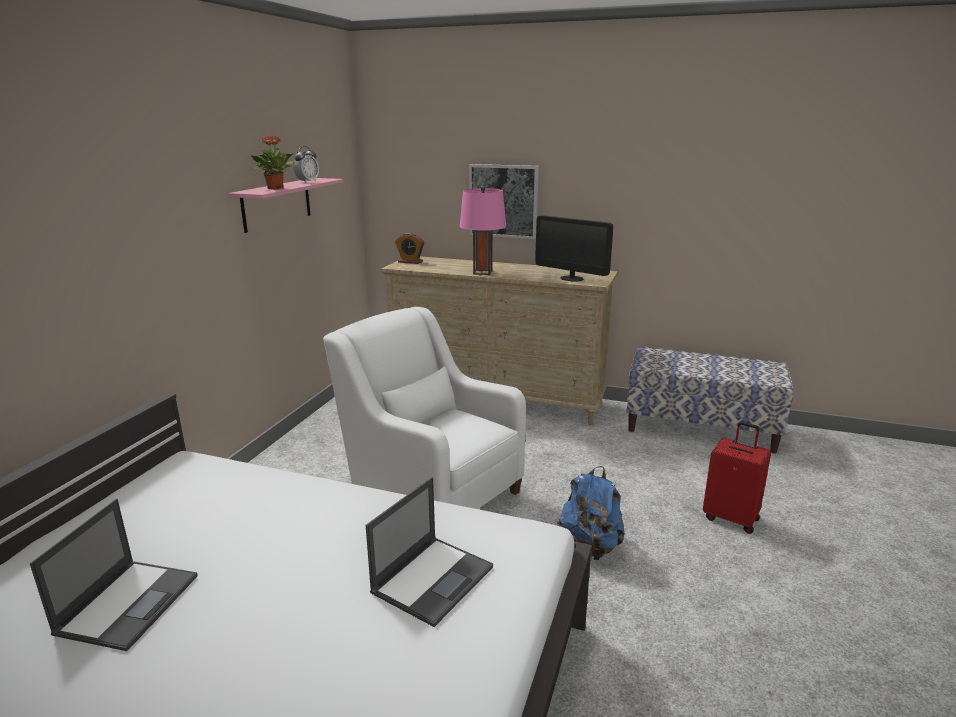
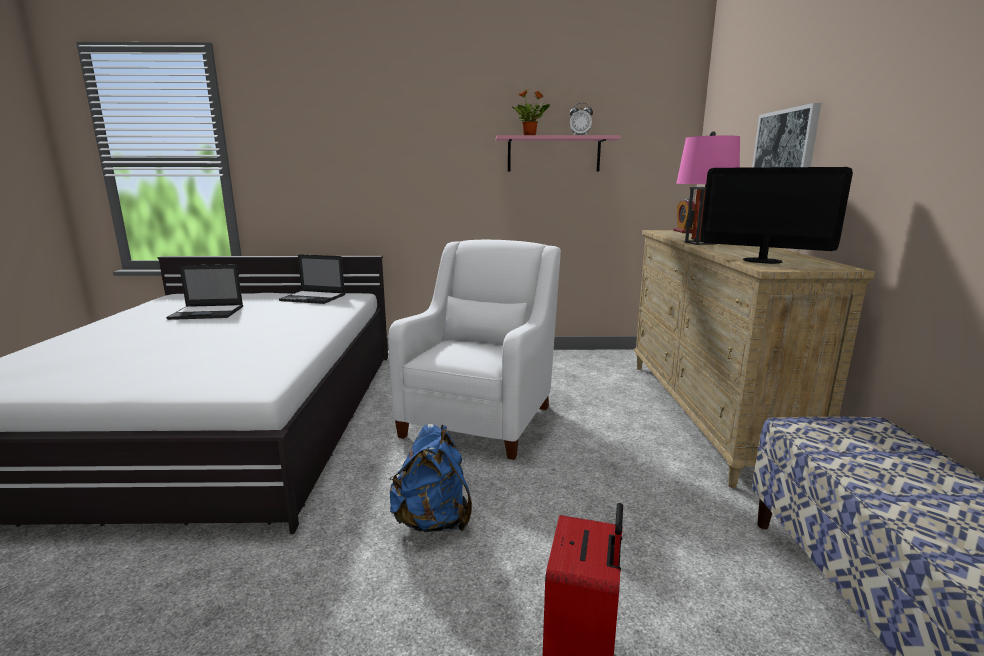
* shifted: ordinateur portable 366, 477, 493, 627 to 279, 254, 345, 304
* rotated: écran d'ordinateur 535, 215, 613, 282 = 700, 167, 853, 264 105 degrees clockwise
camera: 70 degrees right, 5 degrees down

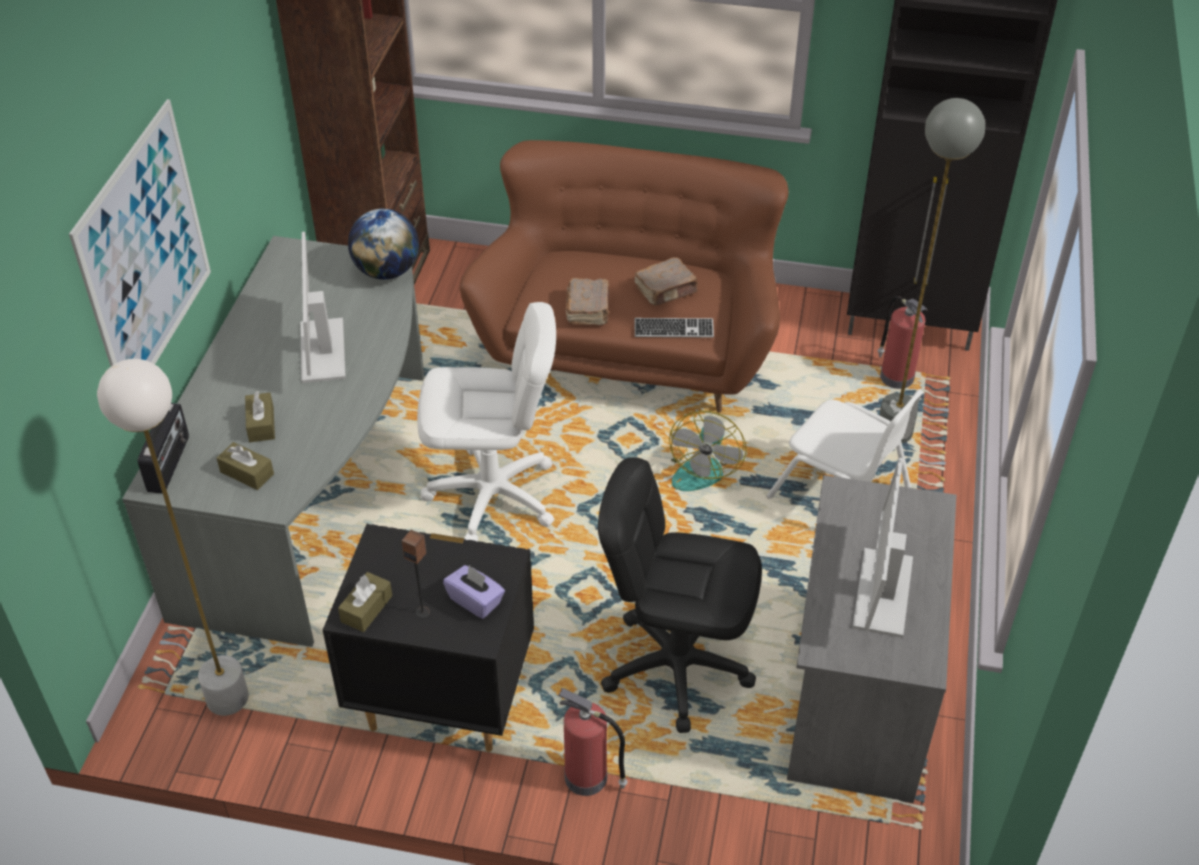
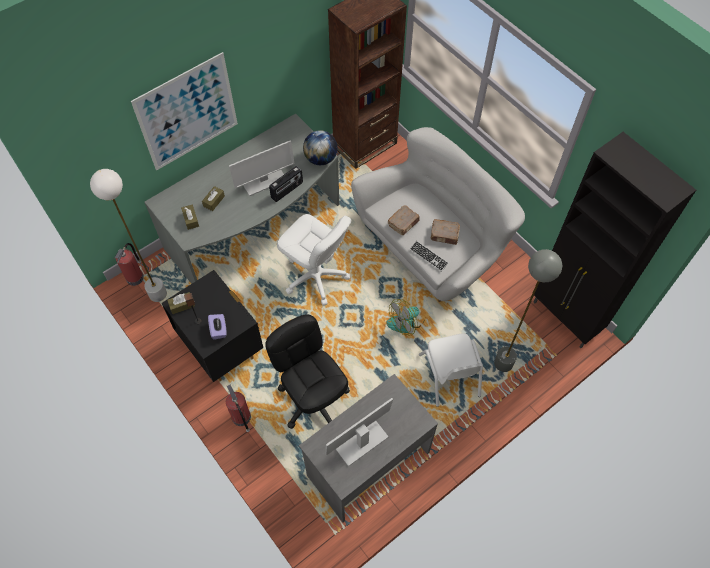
* shifted: extincteur 878, 296, 928, 389 to 114, 243, 144, 286
* rotated: écran d'ordinateur 301, 232, 346, 383 = 229, 140, 295, 196 150 degrees counterclockwise
* shifted: radio 138, 403, 189, 493 to 269, 166, 303, 202
* repainted: canapé/marron 460, 140, 788, 413 to canapé/blanc 351, 127, 525, 302
camera: 40 degrees right, 15 degrees up

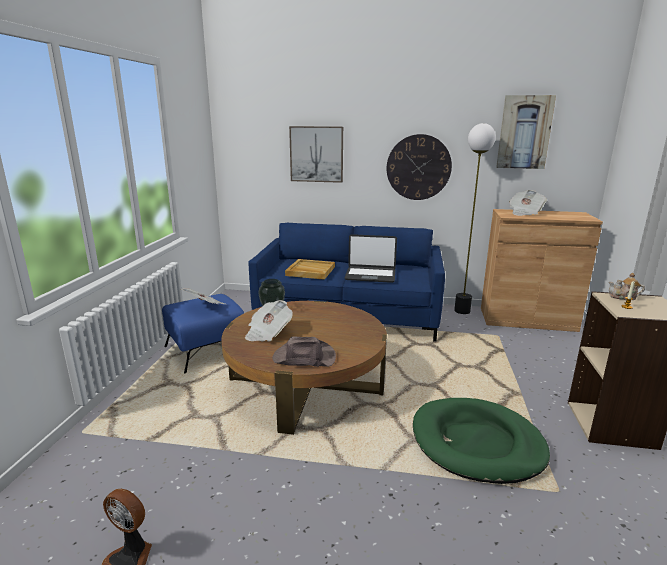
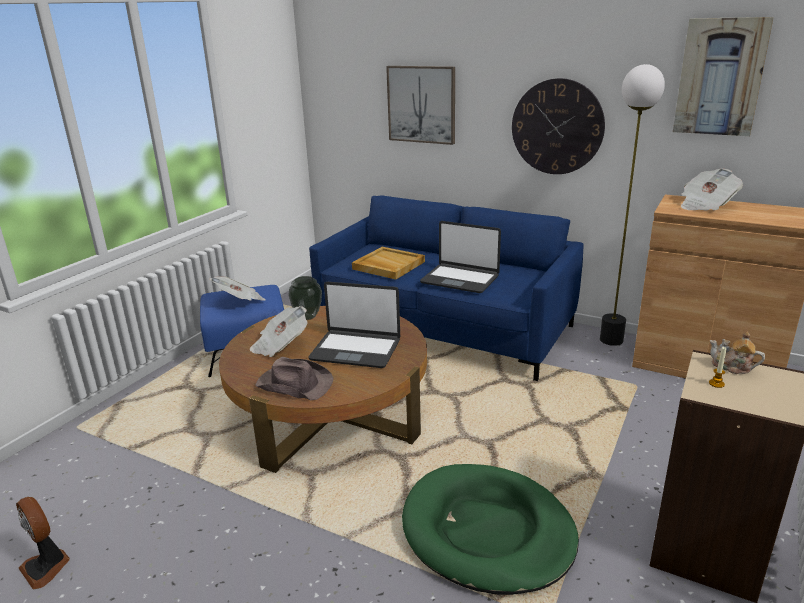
* new: ordinateur portable 309, 282, 400, 368
camera: 20 degrees right, 5 degrees up

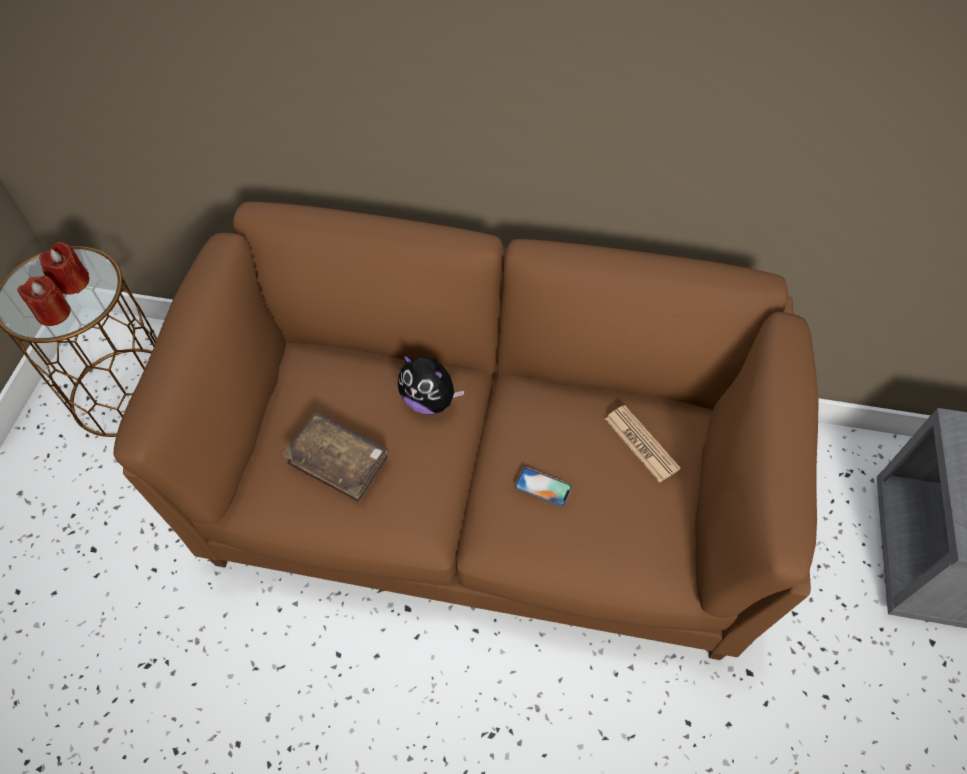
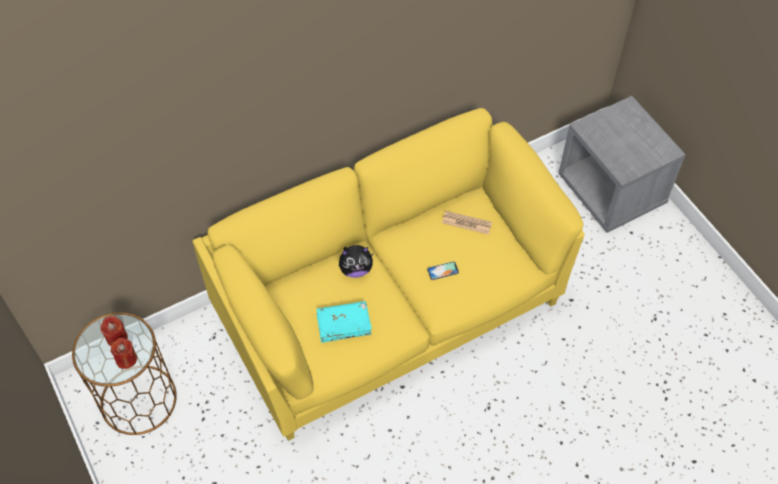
* repainted: canapé/marron 114, 202, 819, 660 to canapé/jaune 193, 108, 584, 441
* repainted: livre/marron 283, 412, 389, 503 to livre/turquoise 317, 301, 372, 343
camera: 40 degrees left, 0 degrees up

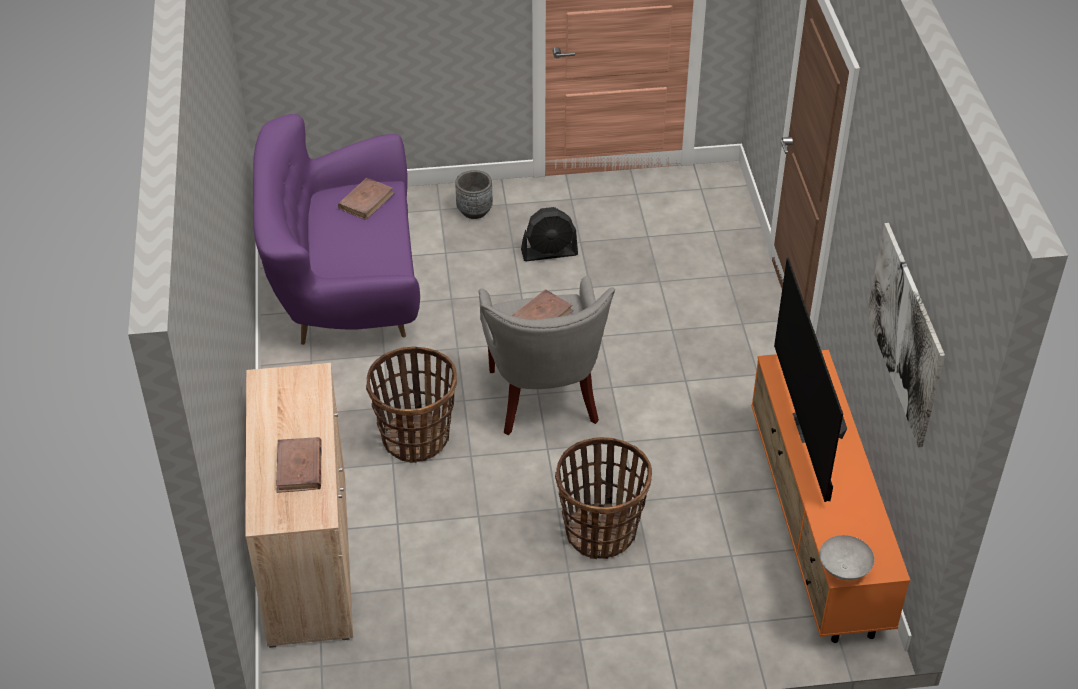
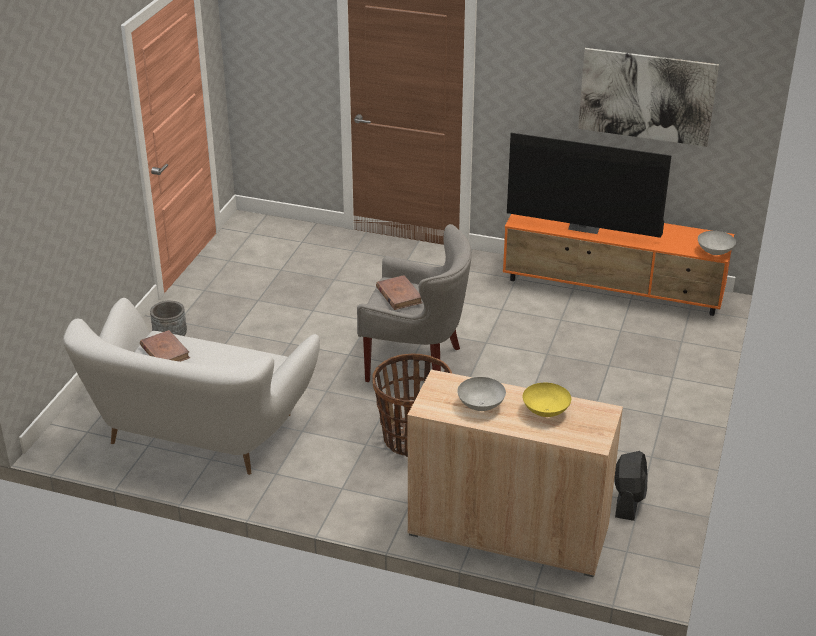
* repainted: canapé/violet 253, 114, 420, 345 to canapé/blanc 63, 298, 320, 475
* new: bol/gris 457, 377, 506, 411
* swapped: livre/marron 276, 437, 322, 493 to bol/jaune 523, 383, 571, 417
* shifted: ventilateur/noir 521, 207, 578, 261 to 614, 451, 648, 521
* gone: panier 555, 437, 652, 559
camera: 65 degrees left, 10 degrees down

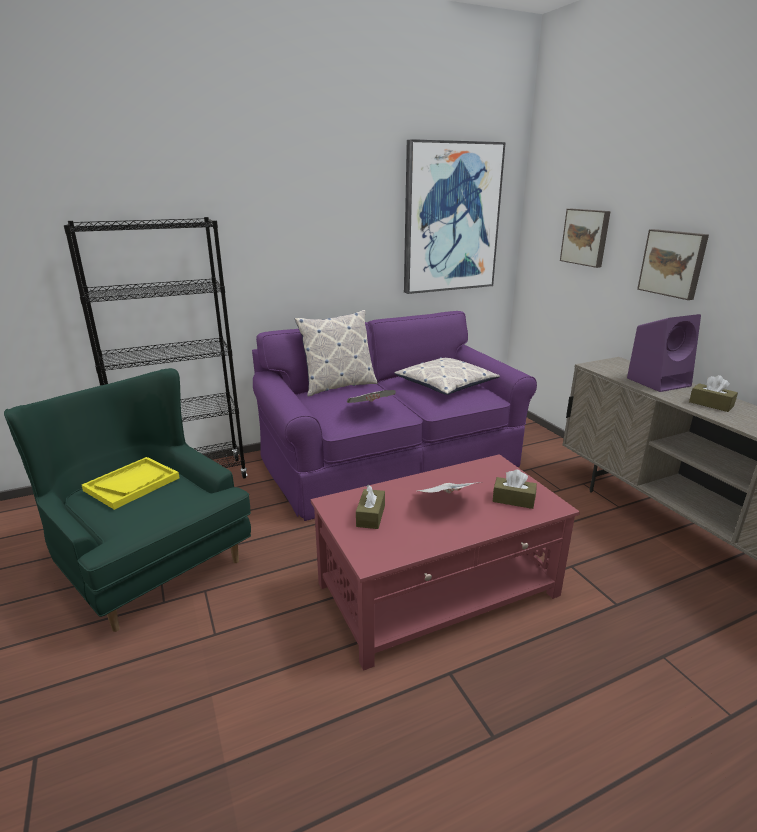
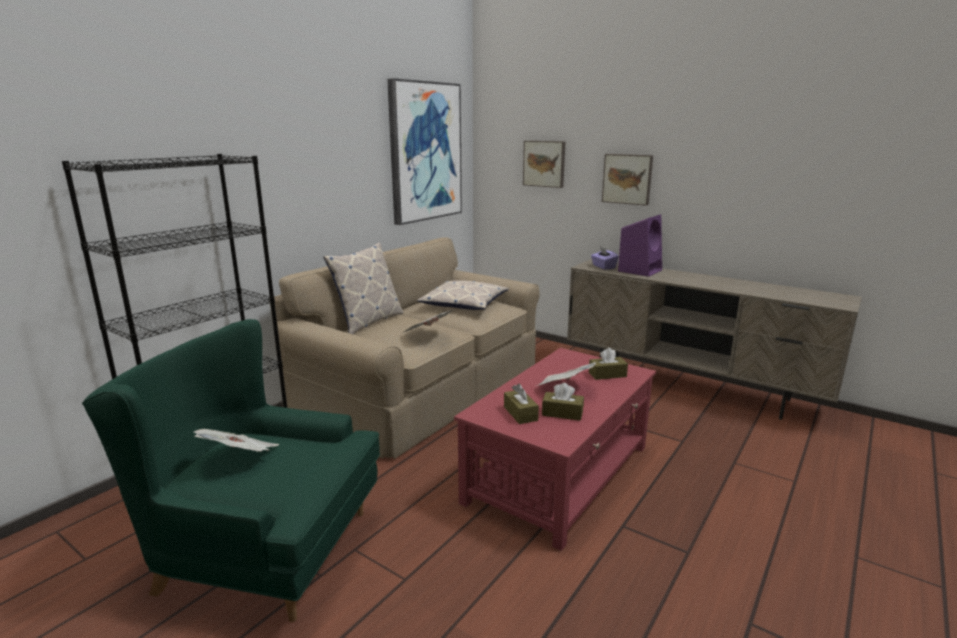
* swapped: plateau/jaune 82, 457, 180, 510 to journal 193, 429, 279, 452
* repainted: canapé/violet 252, 311, 537, 521 to canapé/beige 269, 237, 540, 459
* shifted: boîte à mouchoirs/marron 689, 375, 738, 412 to 542, 383, 584, 421
* new: boîte à mouchoirs/violet 591, 247, 619, 270
camera: 30 degrees left, 5 degrees down

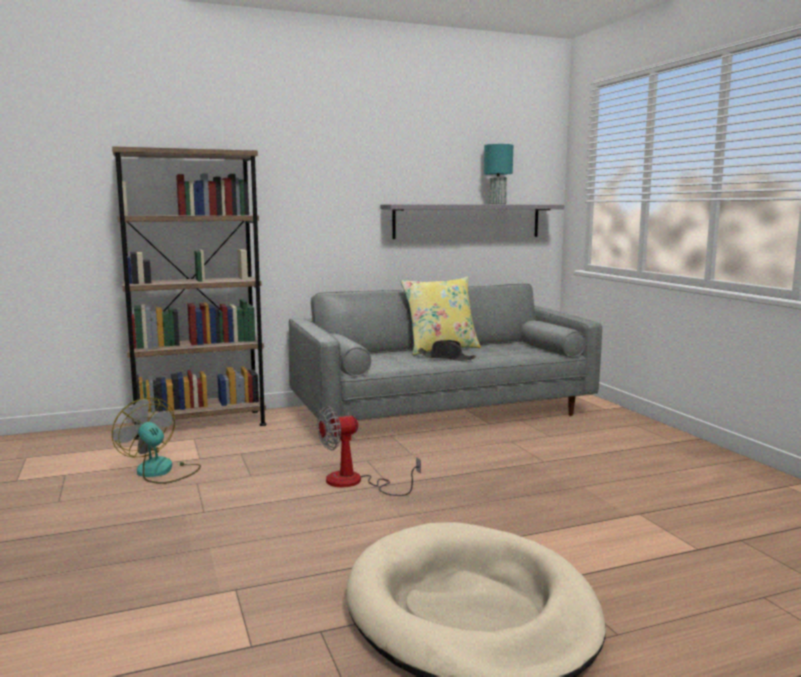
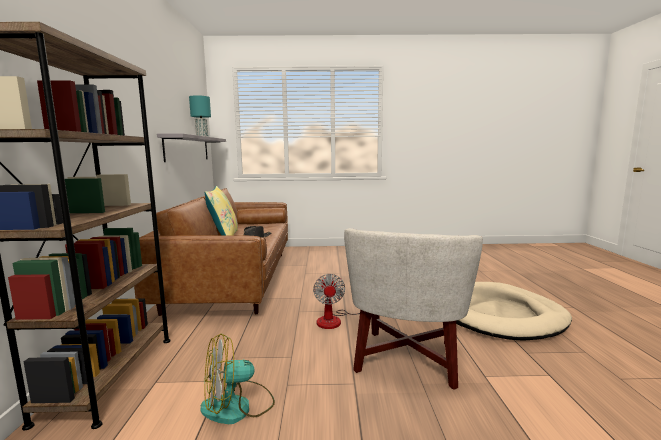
* repainted: canapé/gris 289, 283, 602, 424 to canapé/marron 134, 188, 288, 316
* new: fauteuil/blanc 344, 228, 483, 390
camera: 70 degrees left, 0 degrees up

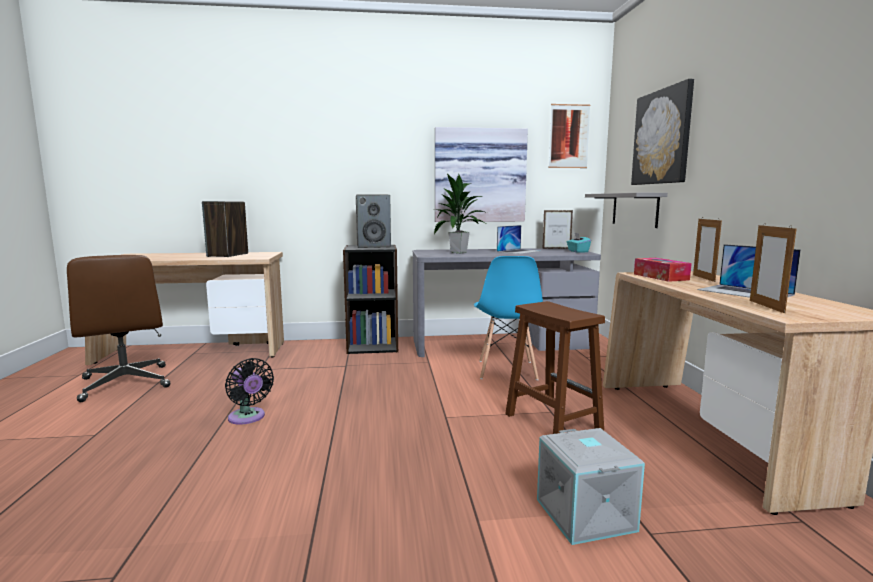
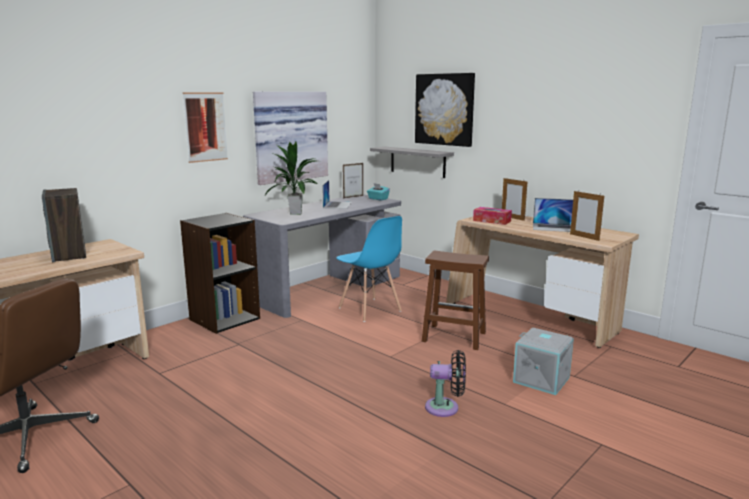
* shifted: tableau 549, 104, 590, 168 to 183, 93, 228, 163
* shifted: ventilateur/noir 225, 358, 274, 425 to 425, 350, 466, 417
* gone: enceinte 356, 195, 391, 248
camera: 40 degrees left, 5 degrees up

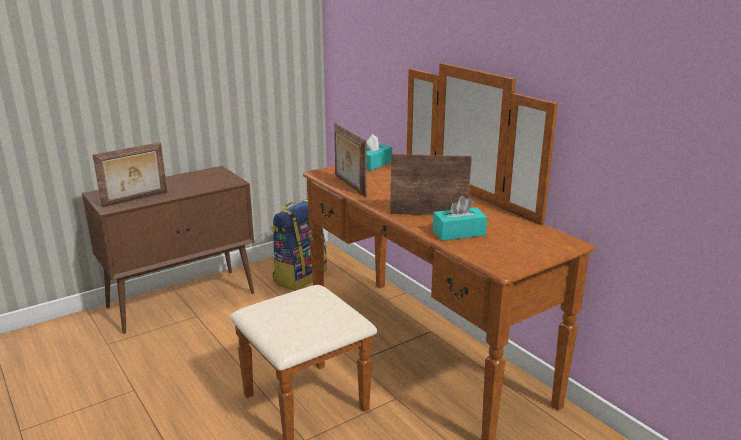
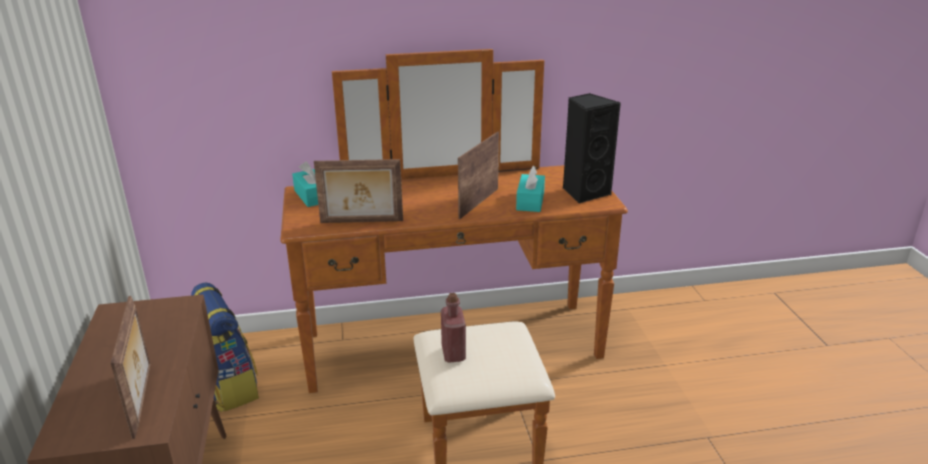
* new: bouteille/rouge 441, 293, 466, 363
* new: enceinte/noir 563, 93, 621, 204
camera: 65 degrees left, 5 degrees up

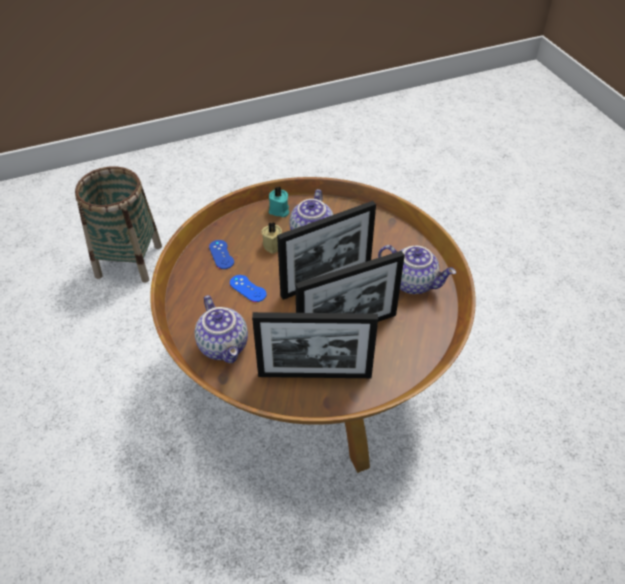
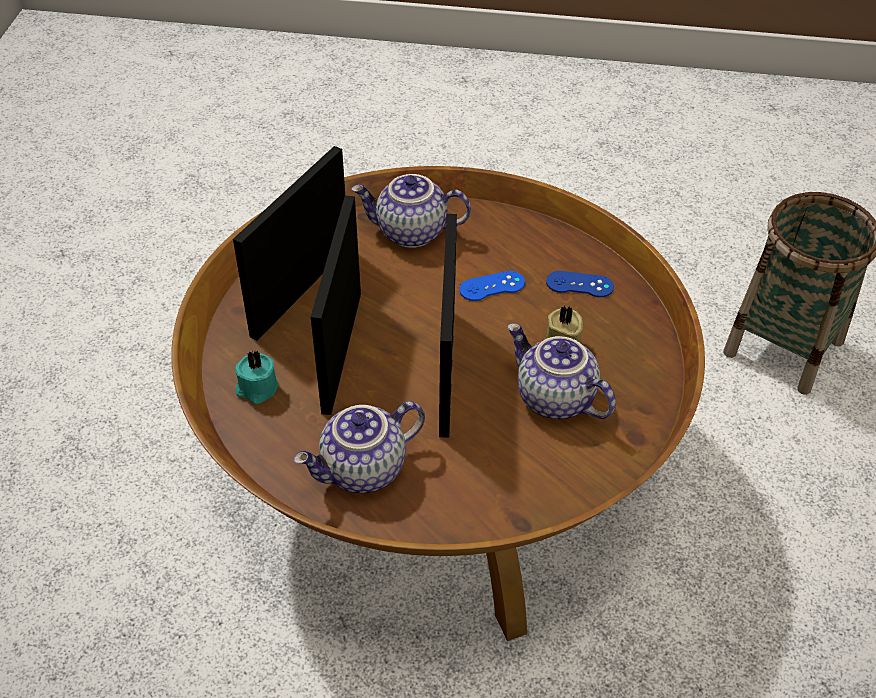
* shifted: bougie/turquoise 269, 186, 289, 217 to 235, 351, 279, 404
camera: 120 degrees right, 0 degrees up

